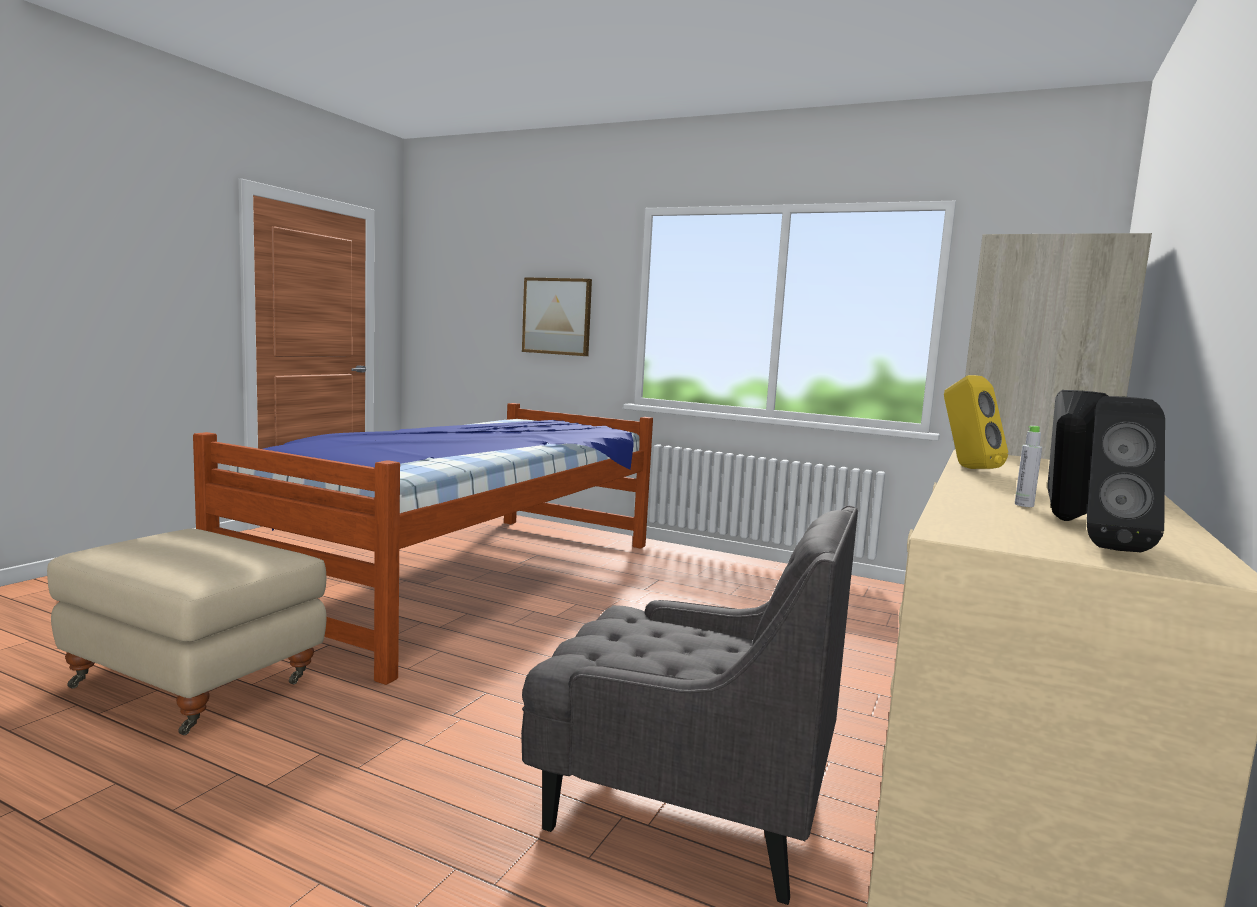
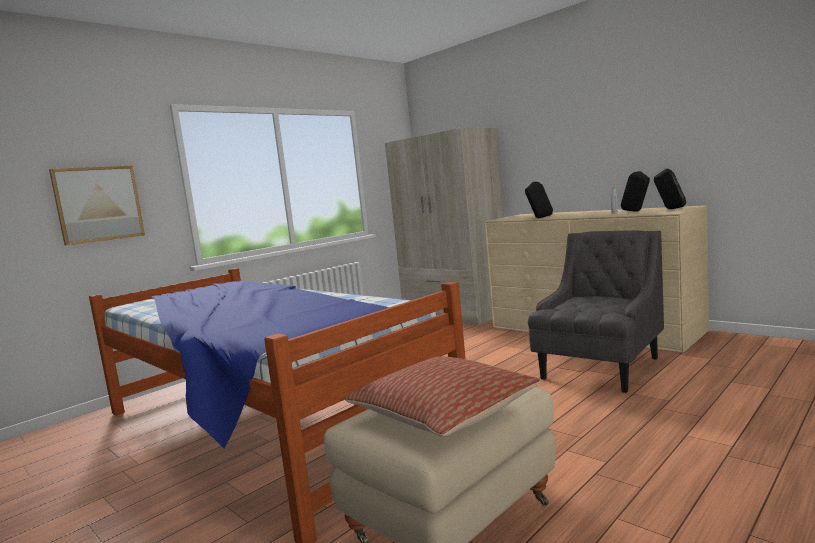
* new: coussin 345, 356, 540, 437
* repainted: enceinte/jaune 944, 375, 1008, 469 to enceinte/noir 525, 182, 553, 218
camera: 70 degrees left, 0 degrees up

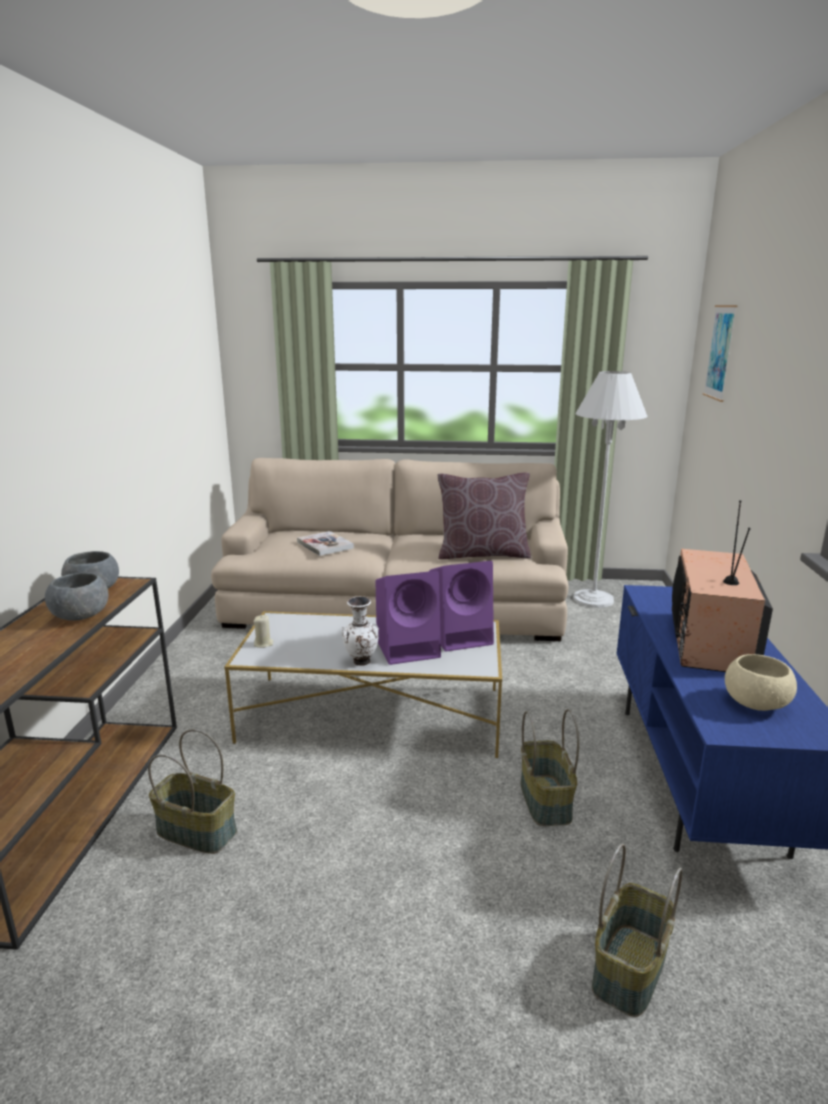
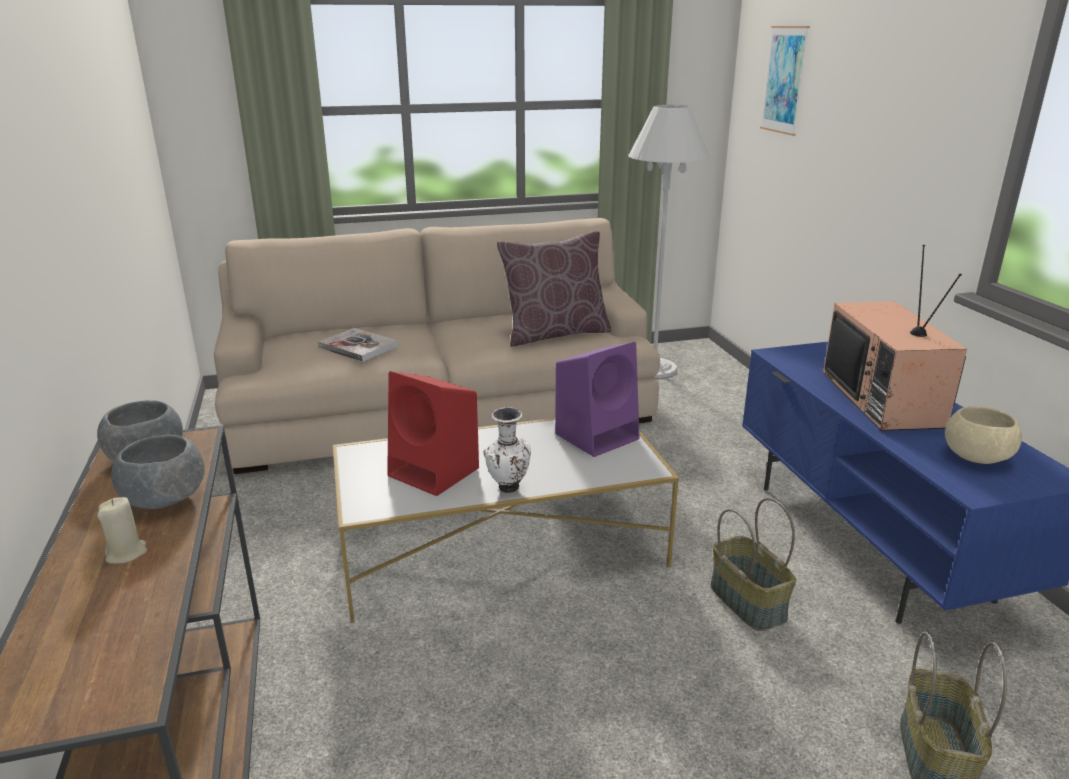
* shifted: bougie/beige 253, 615, 273, 648 to 97, 497, 147, 564
* new: enceinte/rouge 387, 371, 479, 496
* gone: panier 148, 729, 237, 854
* gone: enceinte/violet 375, 571, 441, 665
camera: 20 degrees left, 5 degrees up

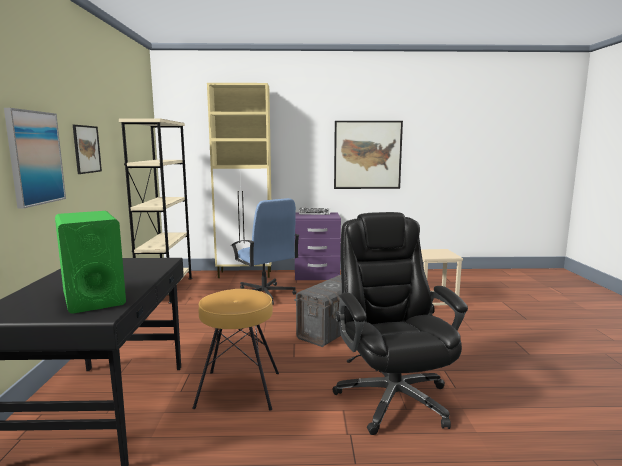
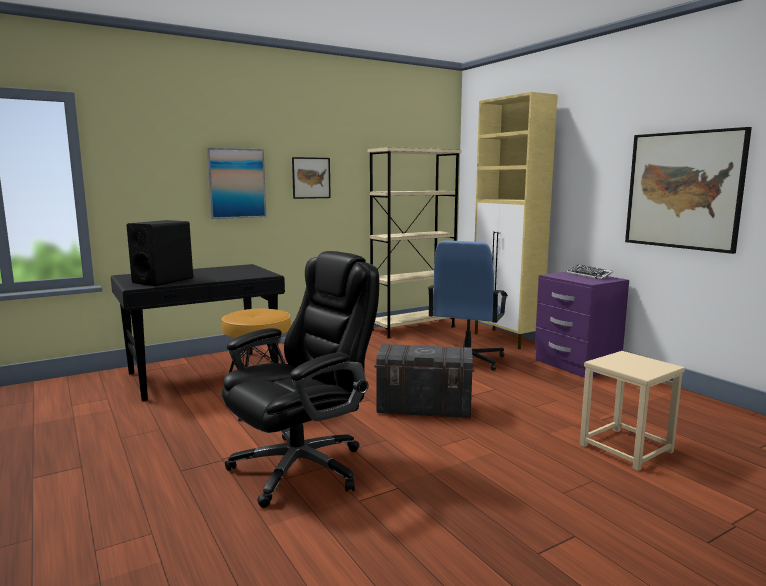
* repainted: enceinte/vert 55, 211, 126, 314 to enceinte/noir 127, 220, 193, 286
camera: 60 degrees right, 0 degrees up

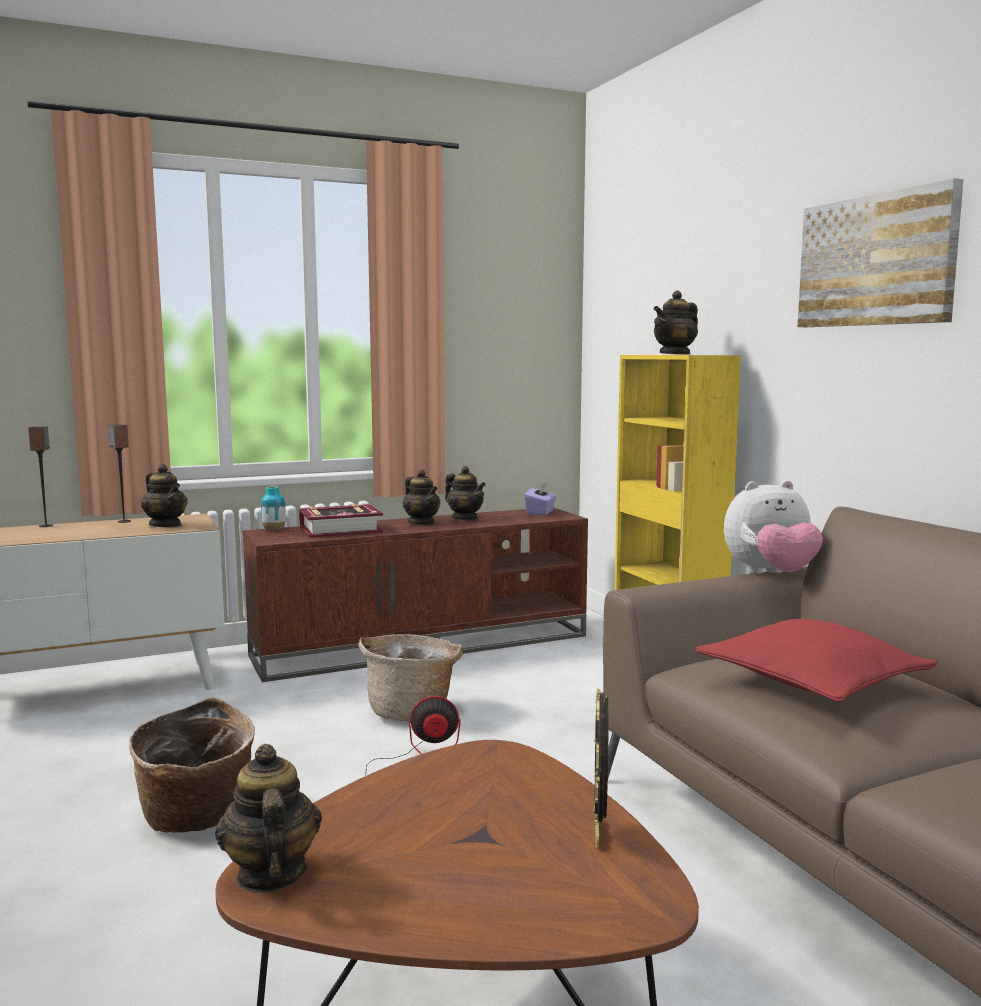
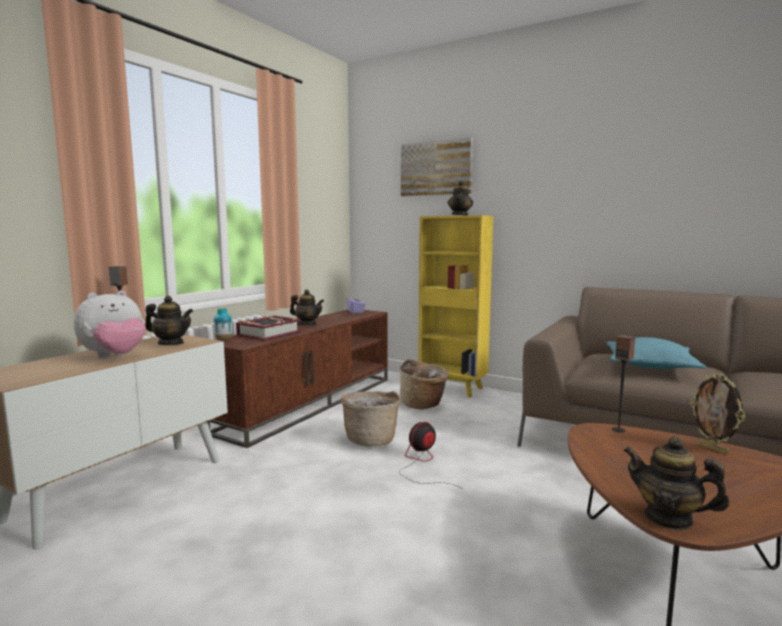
* shifted: peluche 724, 480, 823, 574 to 74, 290, 146, 358
* shifted: panier 129, 697, 255, 833 to 399, 359, 448, 410
* shifted: tableau 798, 178, 963, 327 to 401, 137, 473, 196
* repainted: coussin/rouge 696, 619, 938, 703 to coussin/turquoise 607, 337, 706, 369
* shifted: enceinte 28, 426, 53, 527 to 612, 335, 635, 433
* gone: théière 445, 466, 486, 520
camera: 35 degrees left, 0 degrees up

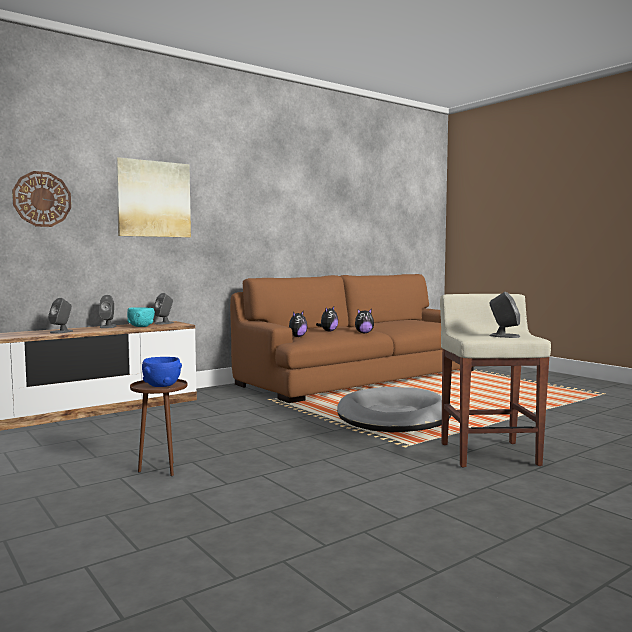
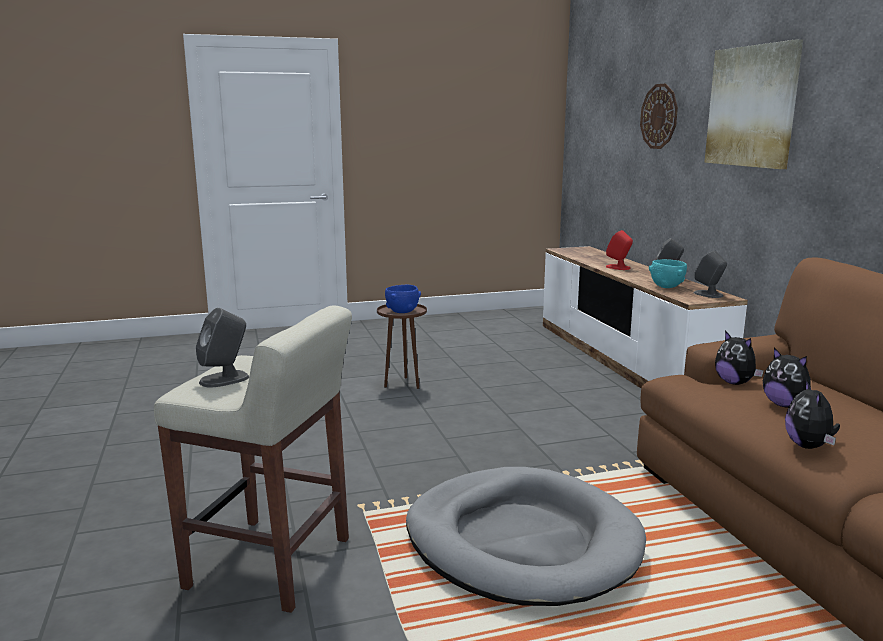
* repainted: enceinte/gris 48, 298, 73, 334 to enceinte/rouge 606, 230, 633, 270
camera: 110 degrees right, 10 degrees up

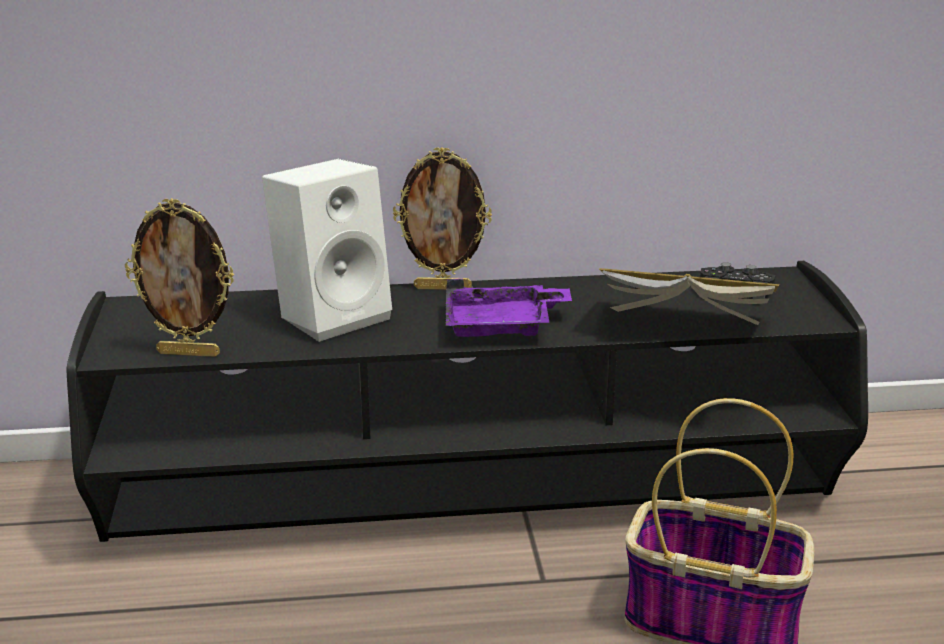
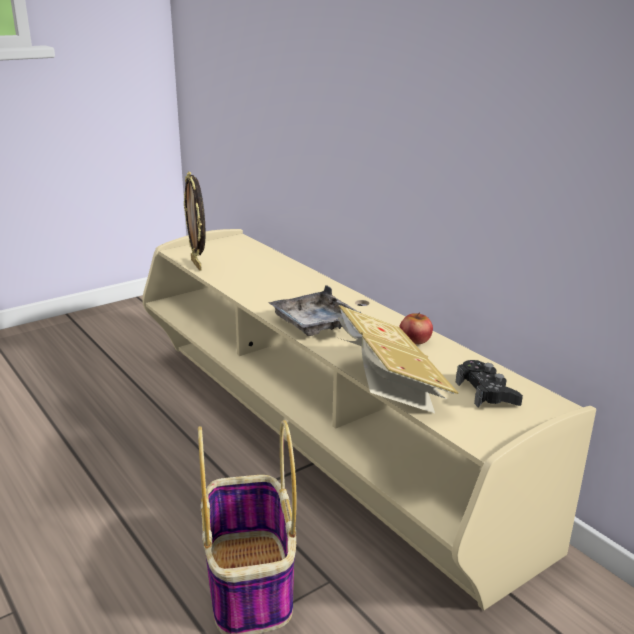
* repainted: meuble télé/noir 67, 261, 868, 542 to meuble télé/beige 142, 229, 596, 610
* repainted: plateau/violet 446, 278, 572, 337 to plateau/gris 268, 285, 361, 336
* new: pomme 399, 312, 433, 344
* gone: enceinte/blanc 262, 159, 392, 342
* gone: cadre photo 393, 147, 492, 290
camera: 60 degrees right, 0 degrees up

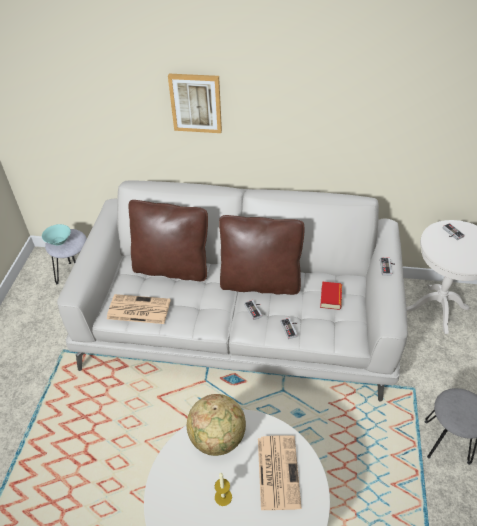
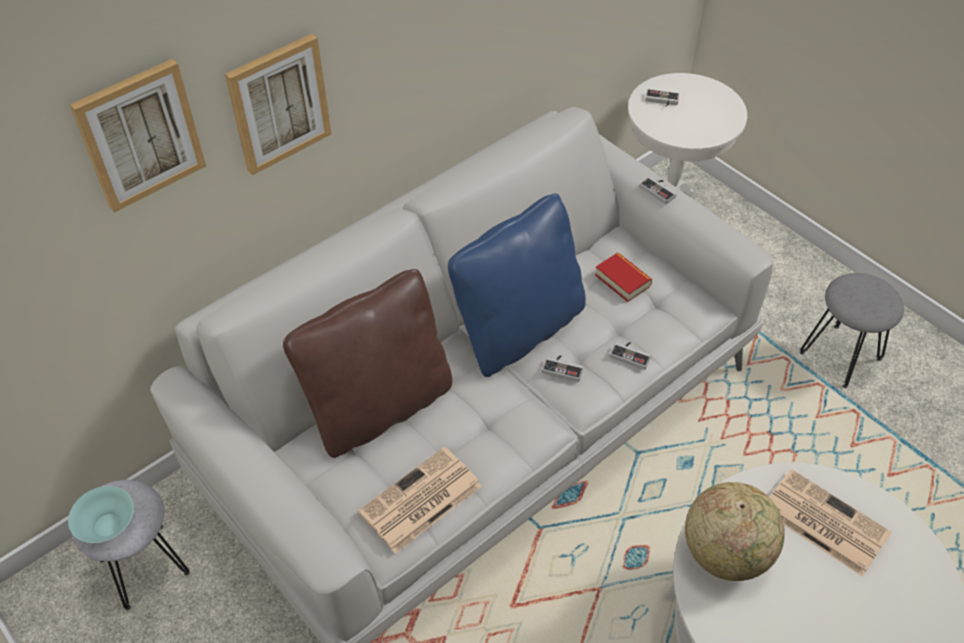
* new: tableau 69, 59, 206, 213
* repainted: coussin/marron 219, 215, 304, 295 to coussin/bleu 448, 193, 586, 377
* gone: bougie 215, 473, 232, 506
camera: 50 degrees left, 5 degrees up

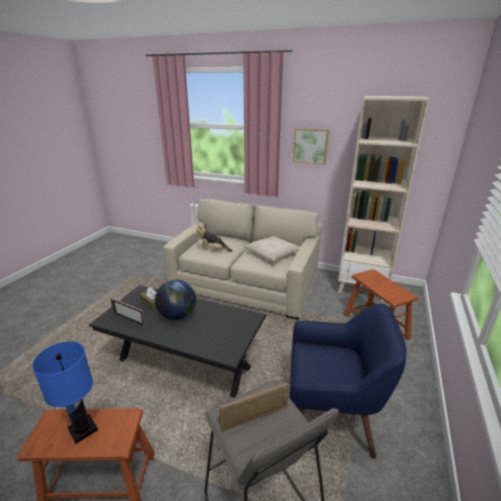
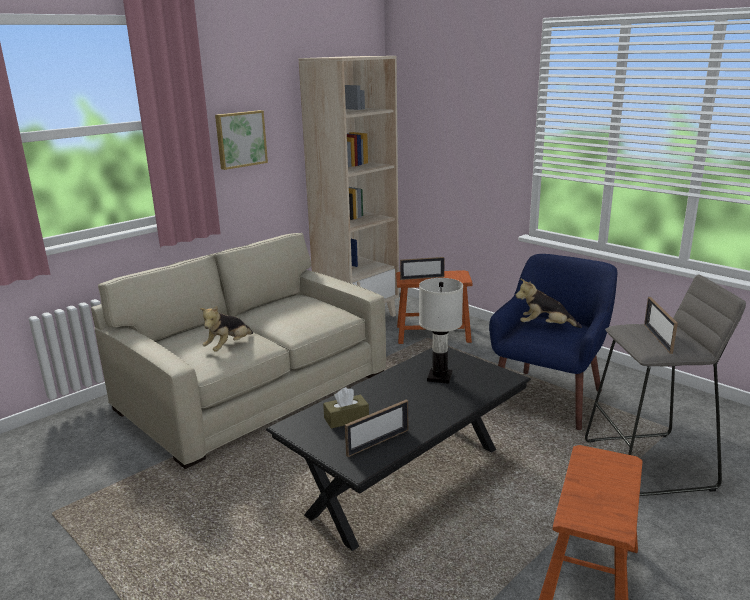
* new: cadre photo 400, 257, 445, 280
* new: lampe de table/blanc 419, 278, 463, 384
* new: peluche 515, 278, 582, 328
* gone: lampe de table/bleu 32, 341, 98, 444
* gone: globe 155, 280, 196, 320
* gone: coussin/beige 244, 236, 301, 262
camera: 65 degrees left, 5 degrees down

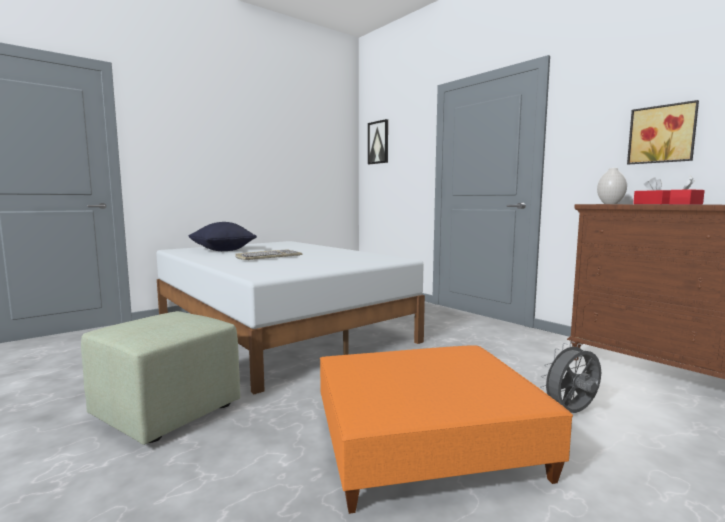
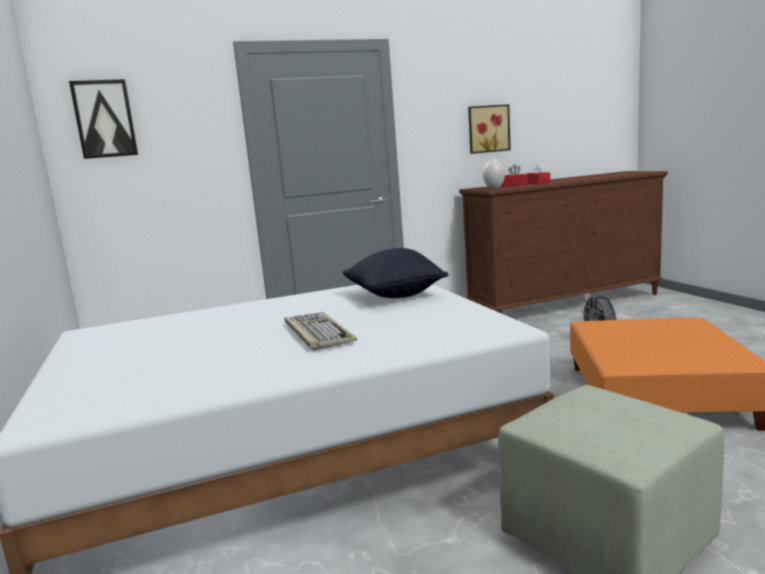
* shifted: coussin/noir 189, 222, 257, 251 to 343, 248, 448, 298
camera: 70 degrees left, 5 degrees up

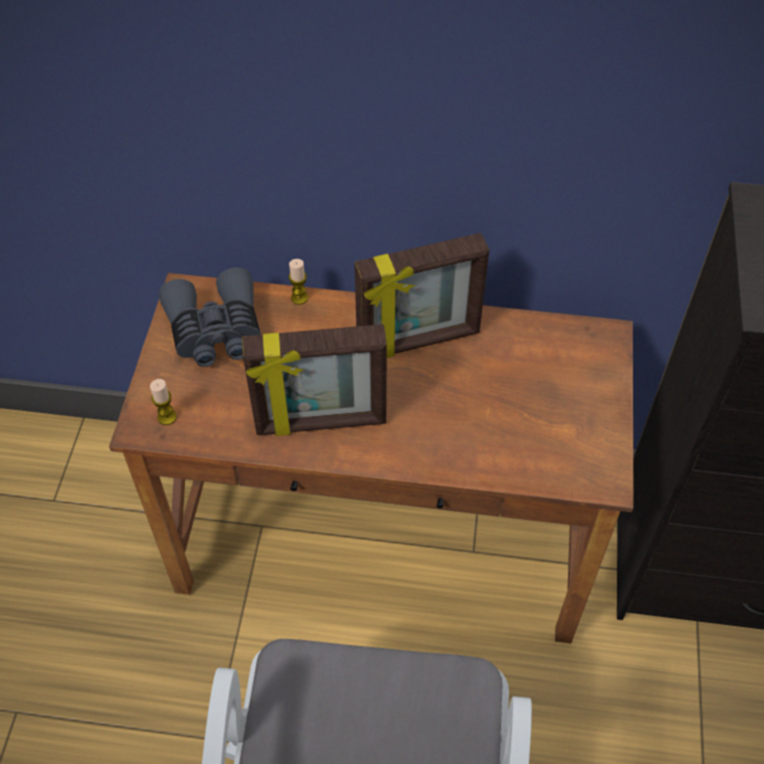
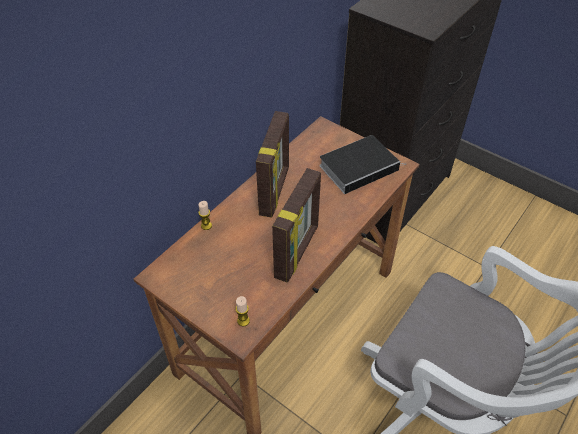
* new: livre 319, 135, 406, 194
* gone: jumelles/gris 159, 267, 260, 367
camera: 60 degrees left, 5 degrees down

